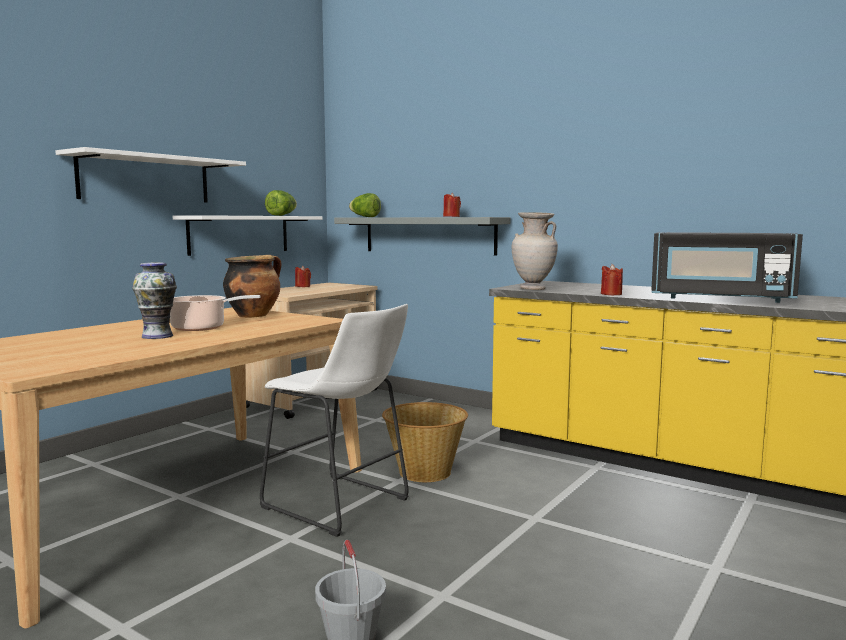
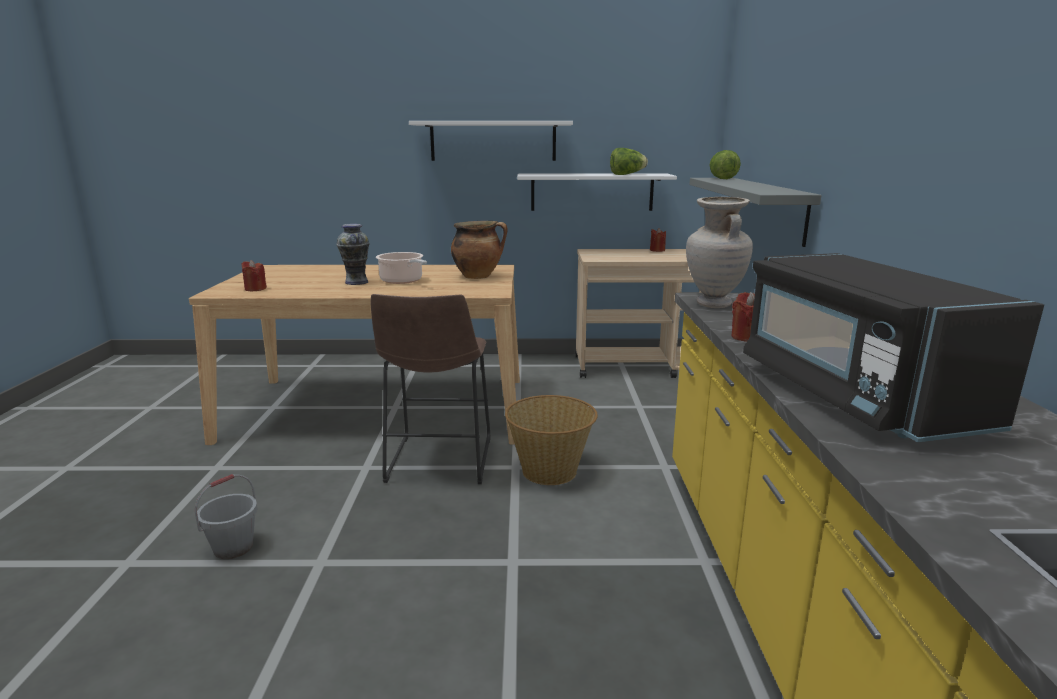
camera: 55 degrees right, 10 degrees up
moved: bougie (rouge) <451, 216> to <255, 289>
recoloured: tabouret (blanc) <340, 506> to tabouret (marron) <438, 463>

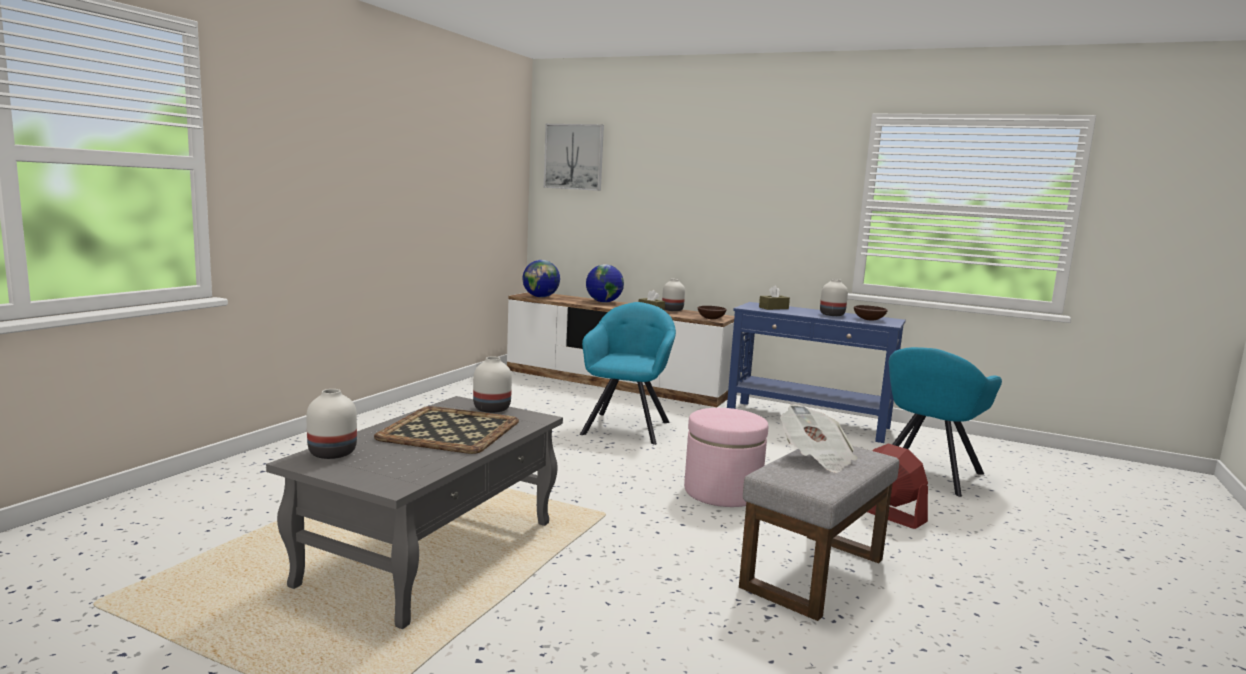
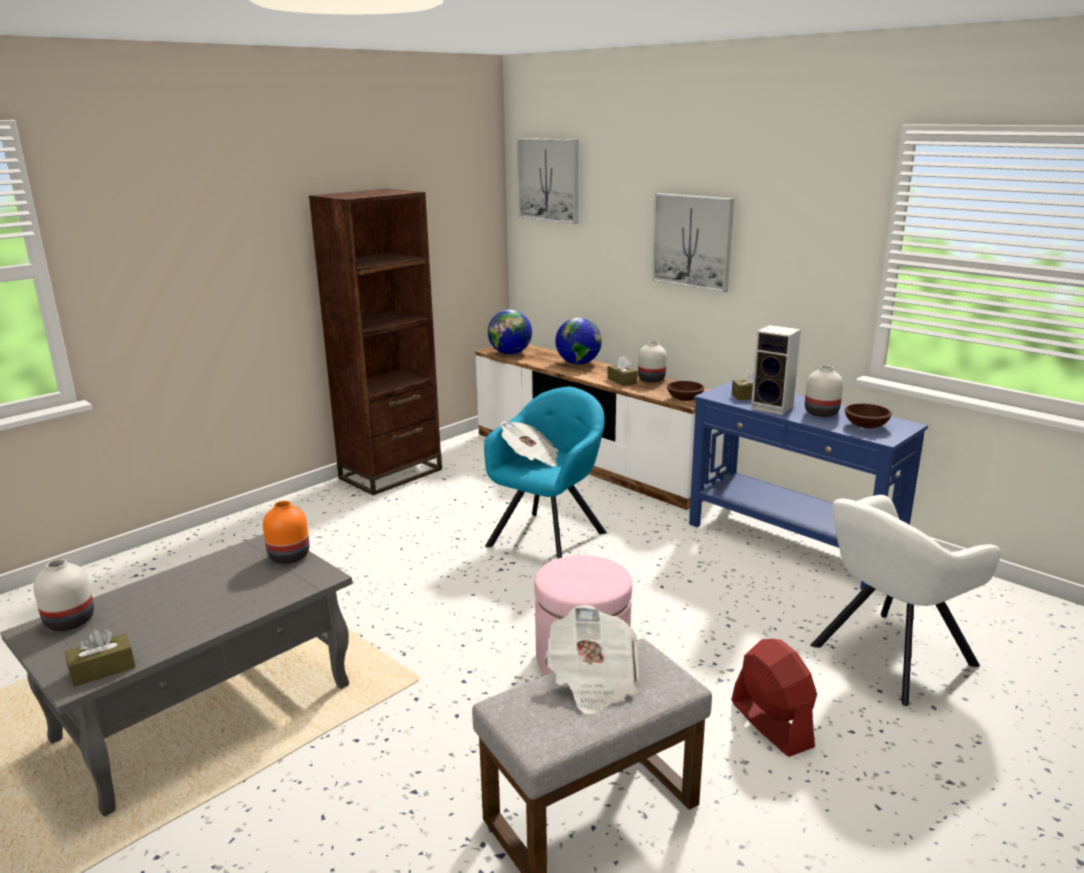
camera: 20 degrees right, 10 degrees up
removed: plateau <451, 430>
added: boîte à mouchoirs (marron) <103, 669>; bibliothèque (marron) <391, 474>; journal <531, 458>; tableau <692, 241>; enceinte <774, 407>
recoloured: vase (blanc) <490, 409> to vase (orange) <288, 556>; fauteuil (turquoise) <927, 474> to fauteuil (blanc) <889, 657>

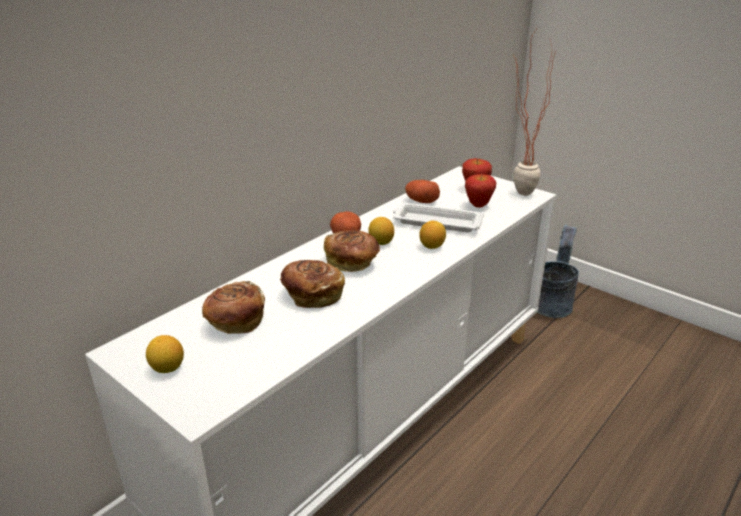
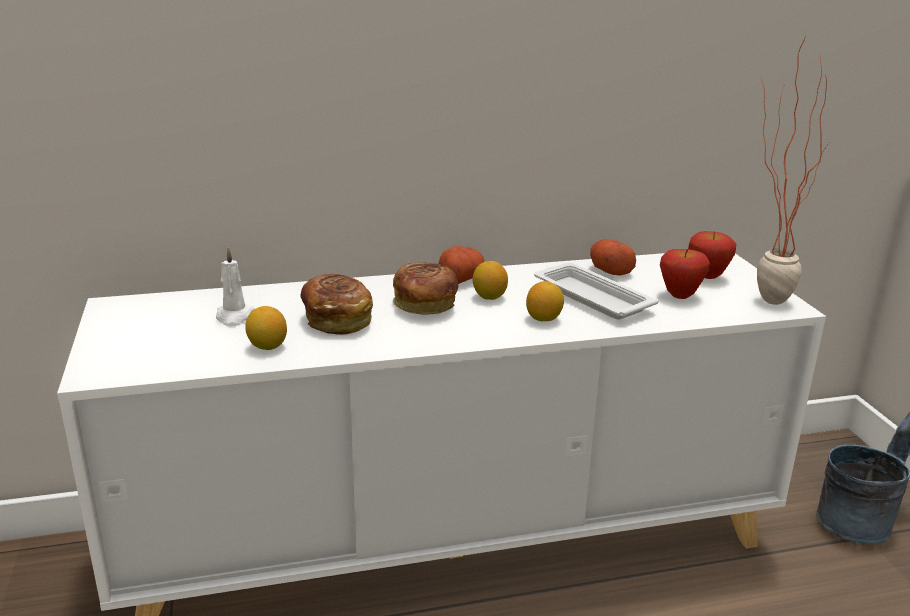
camera: 35 degrees right, 5 degrees down
moved: citron <167, 368> to <267, 346>
replaced: pain <236, 321> to bougie (blanc) <234, 317>

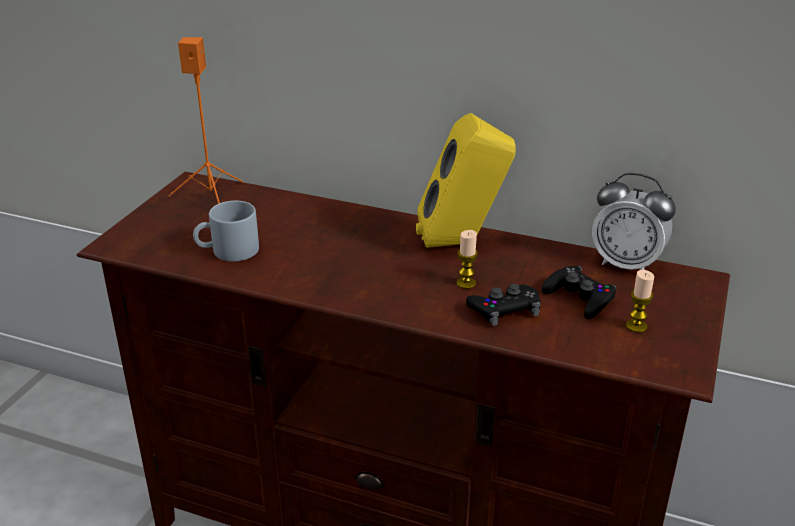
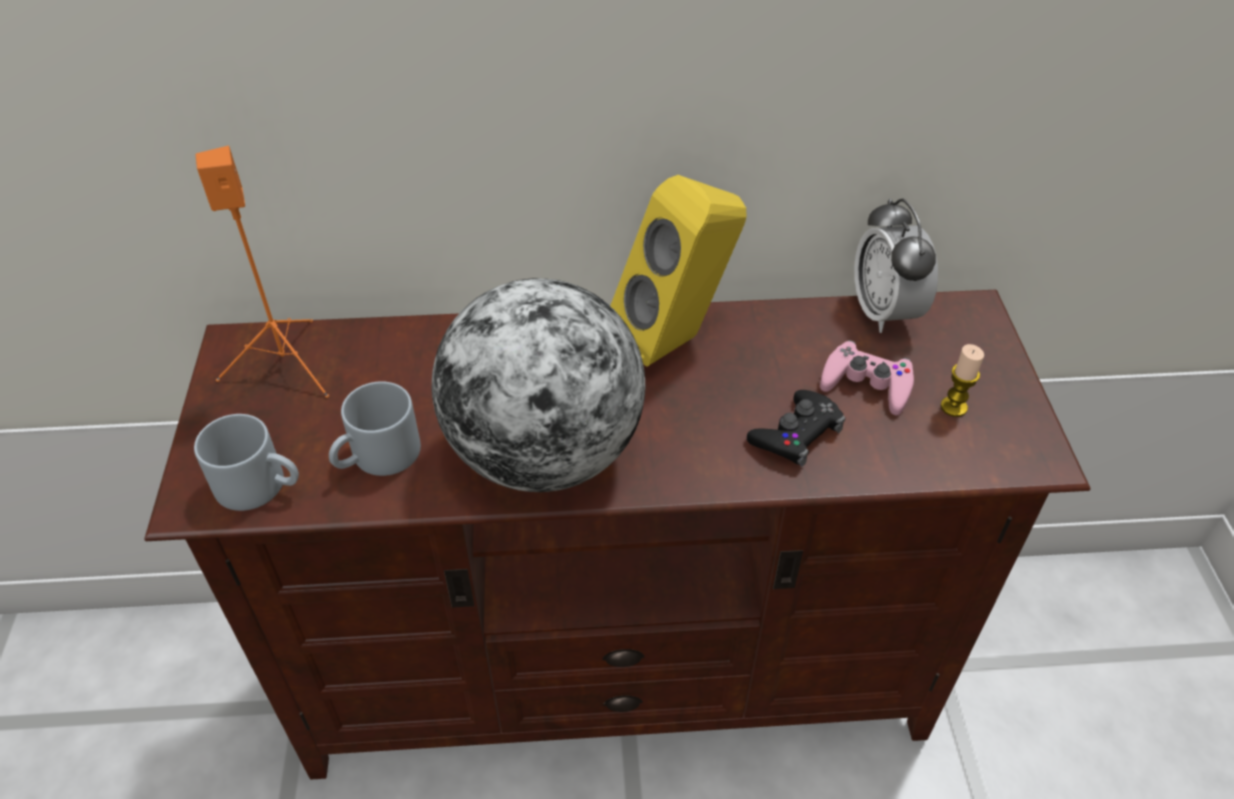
camera: 25 degrees left, 15 degrees up
removed: bougie <466, 283>
added: mug (gris) <261, 485>; globe <545, 454>
recoloured: manette (noir) <579, 298> to manette (rose) <866, 384>
turned: réveil <626, 264> = <884, 312> 75 degrees clockwise

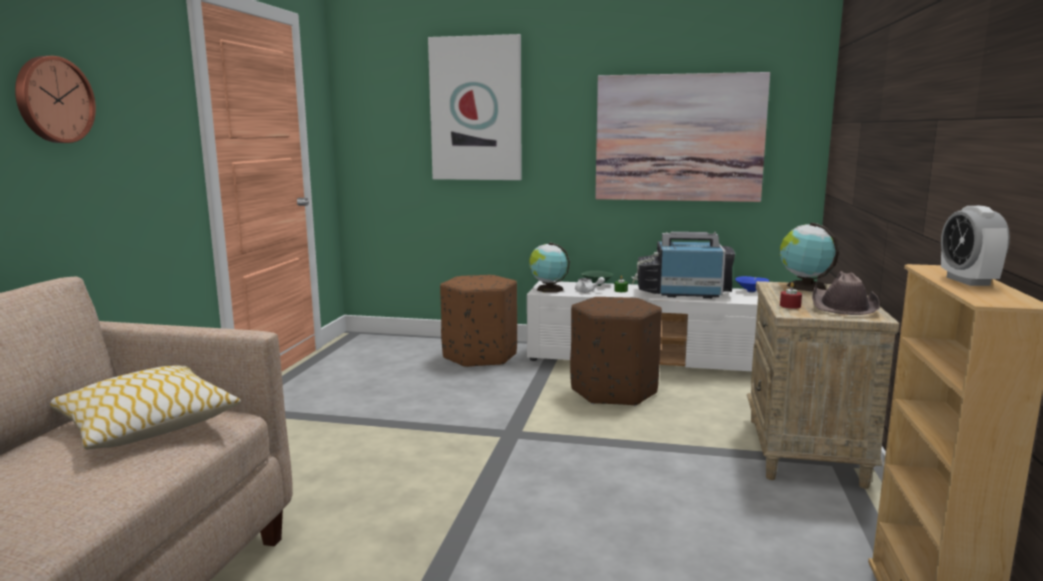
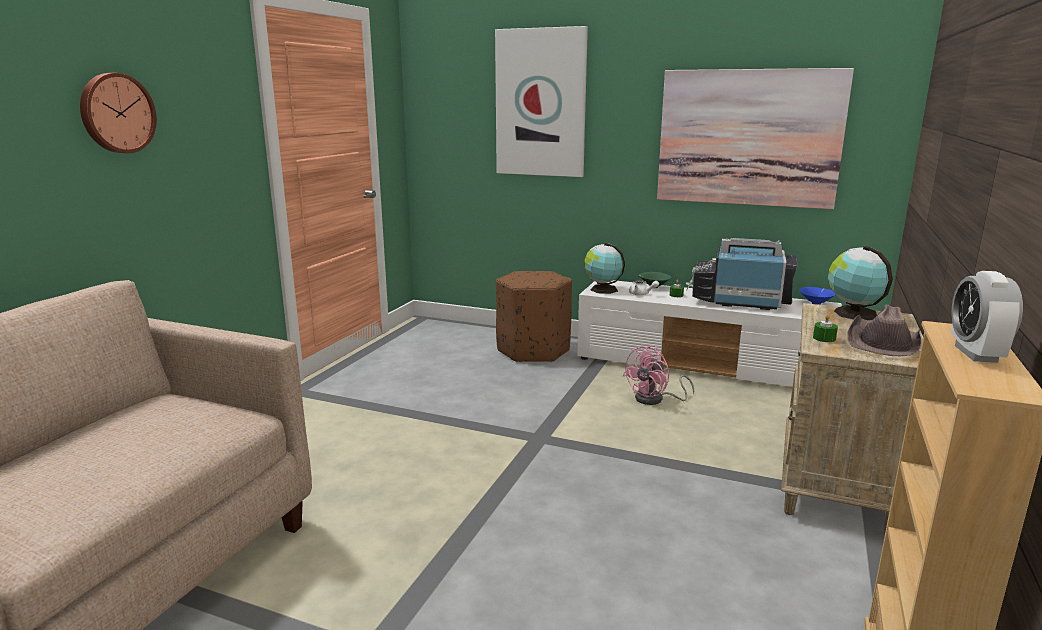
camera: 10 degrees right, 5 degrees up
removed: coussin <146, 424>
replaced: pouf (marron) <614, 391> to ventilateur (rose) <655, 399>
recoloured: bougie (rouge) <790, 306> to bougie (vert) <824, 338>

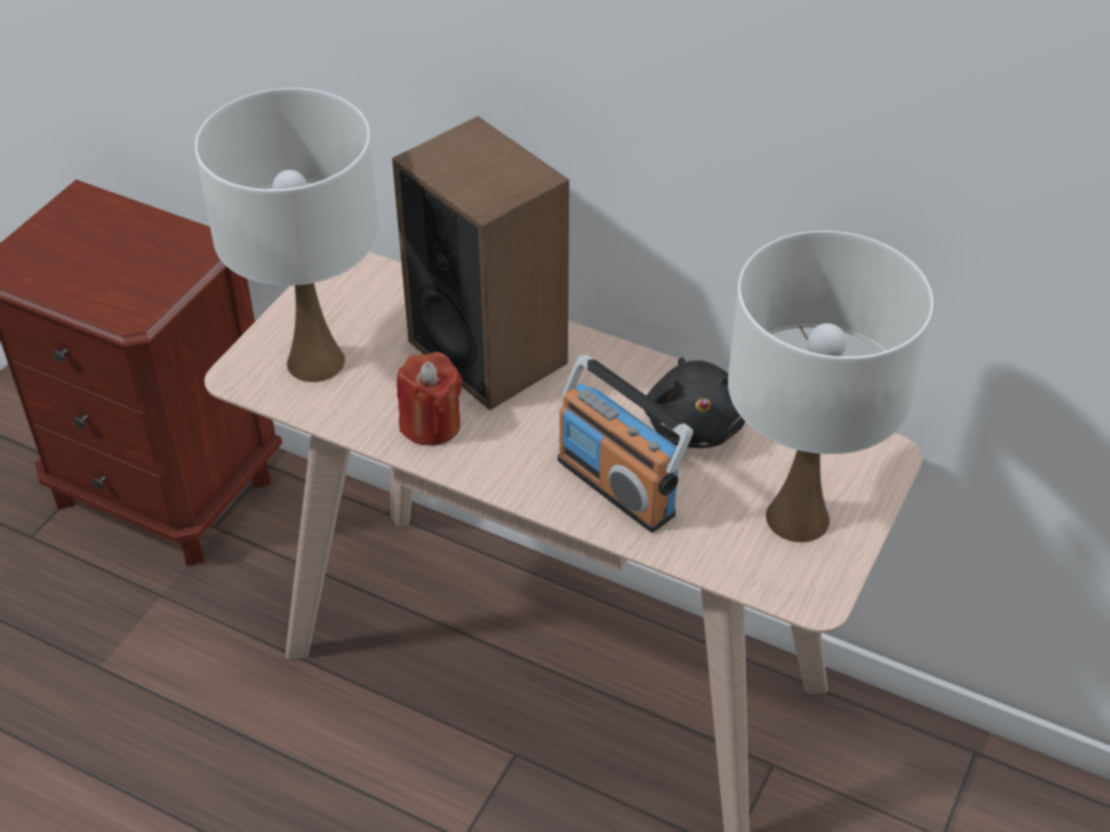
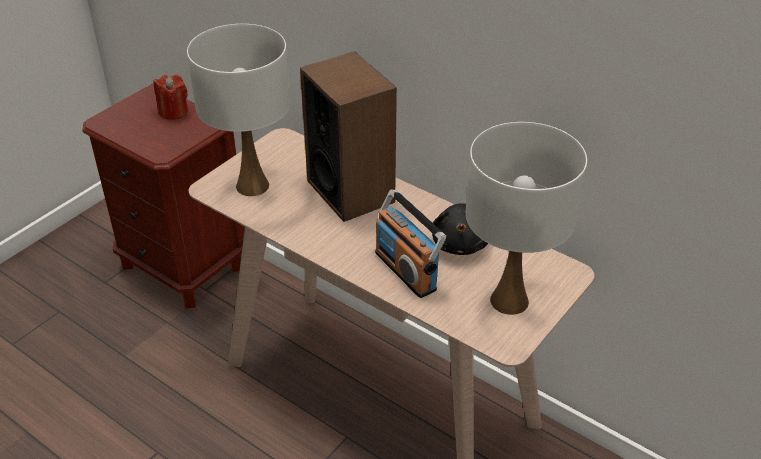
camera: 10 degrees right, 5 degrees down
moved: bougie (rouge) <431, 424> to <173, 112>

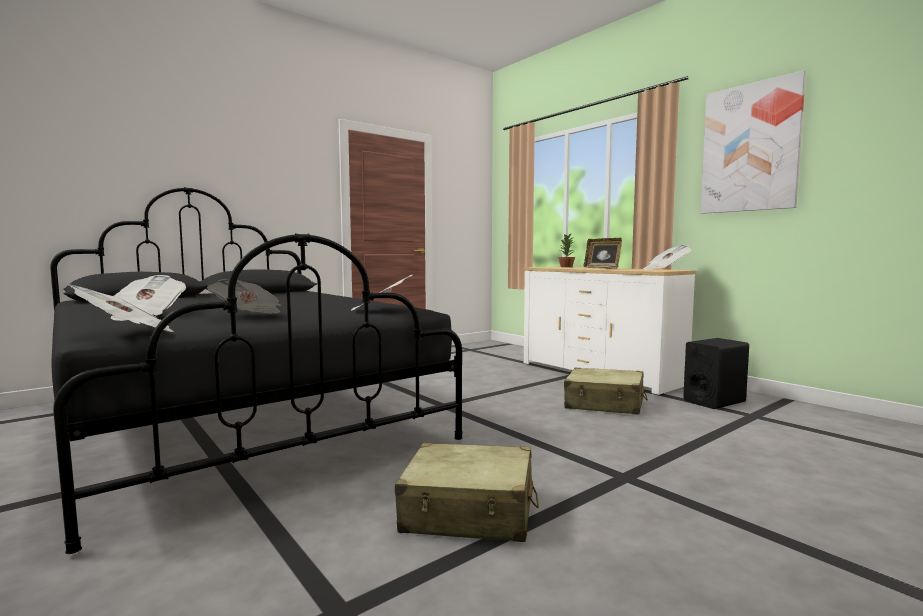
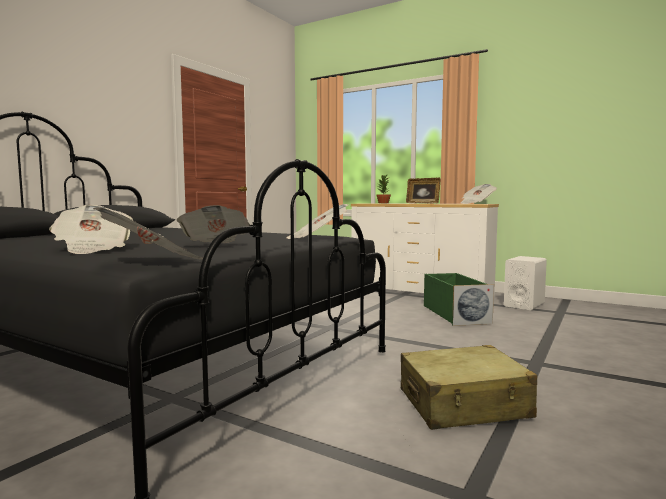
camera: 20 degrees left, 0 degrees up
removed: tableau <750, 148>
replaced: valise (beige) <604, 404> to boîte de rangement (vert) <454, 314>
recoloured: enceinte (noir) <714, 401> to enceinte (blanc) <524, 305>

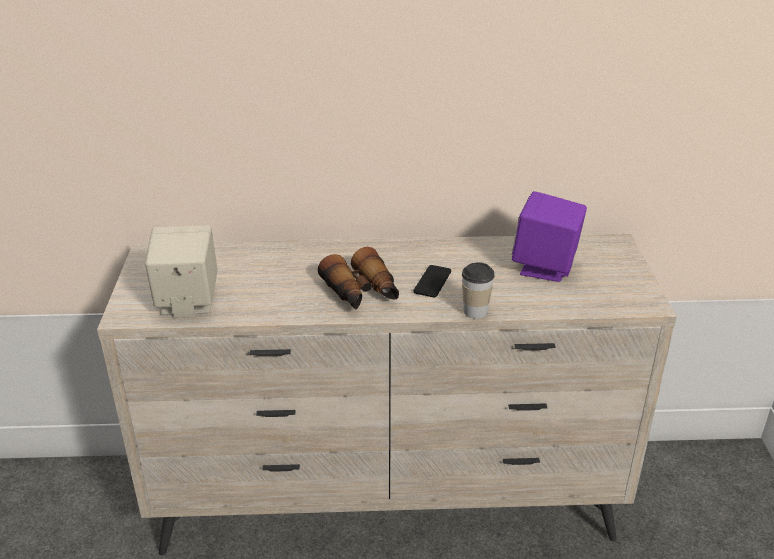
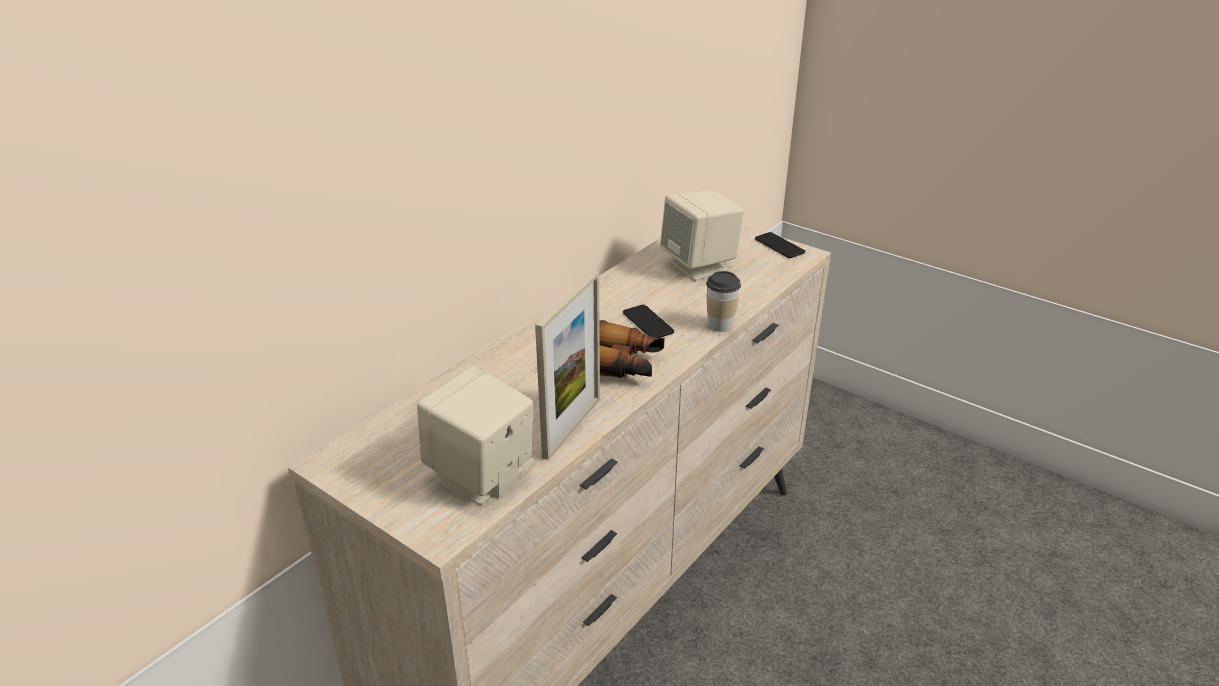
camera: 50 degrees left, 0 degrees up
added: cadre photo <572, 427>; téléphone <779, 246>
recoloured: enceinte (violet) <545, 267> to enceinte (beige) <699, 265>

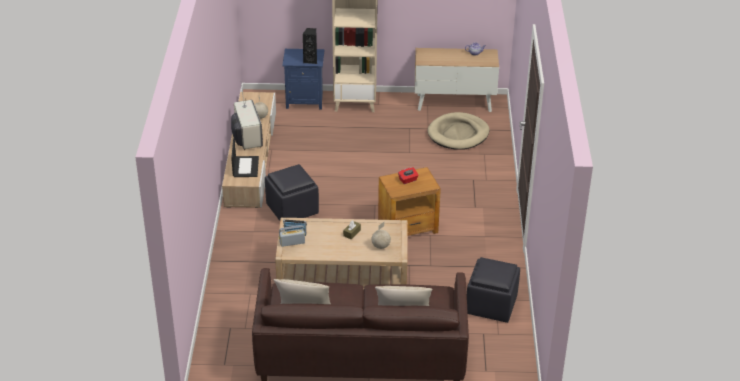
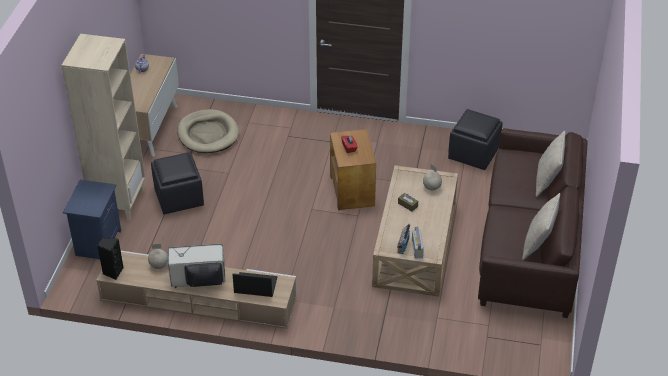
camera: 80 degrees left, 5 degrees up
moved: pouf (noir) <292, 209> to <179, 198>; enceinte (noir) <311, 60> to <112, 272>

